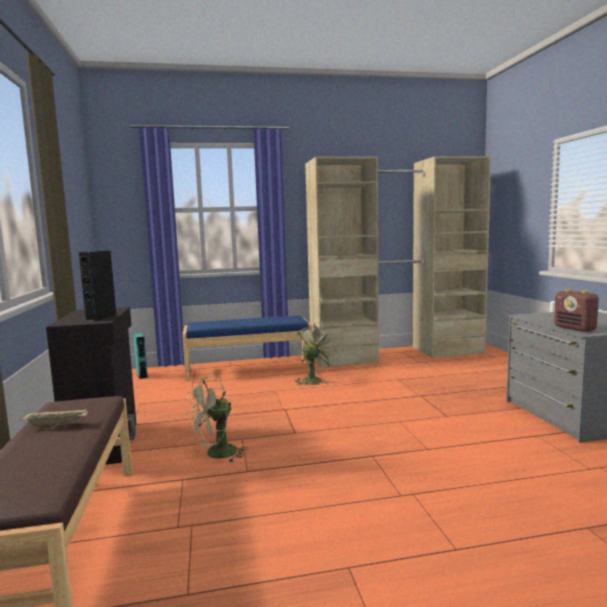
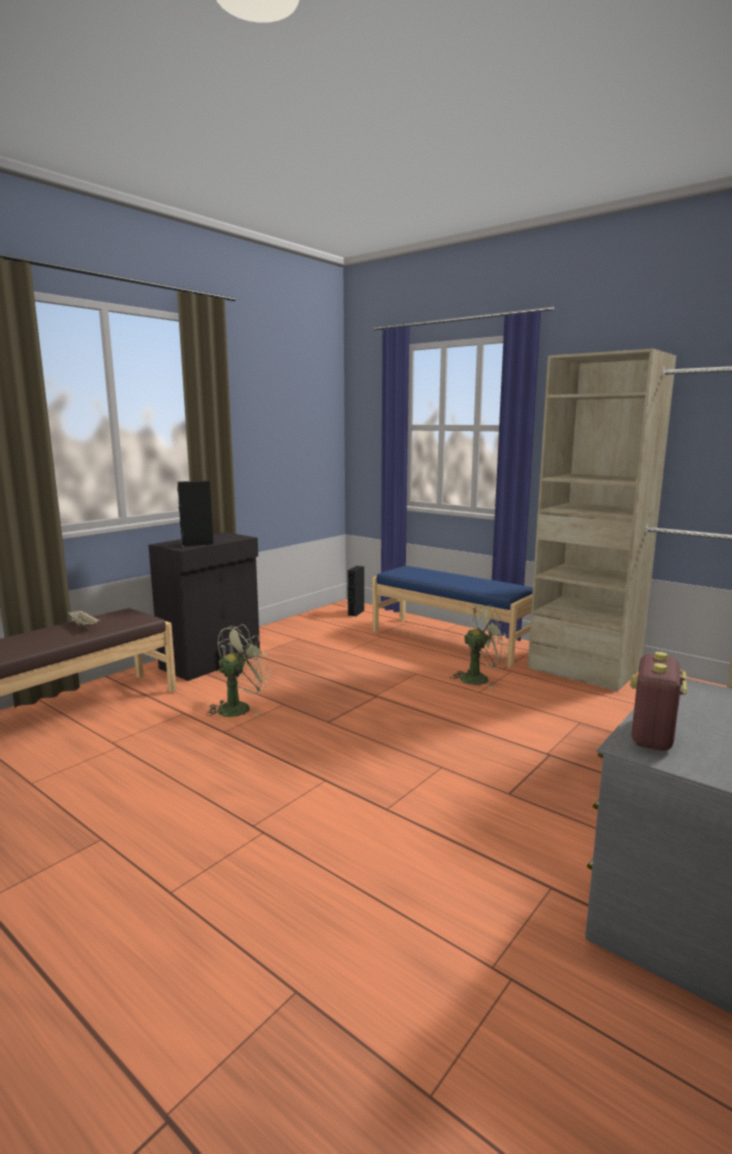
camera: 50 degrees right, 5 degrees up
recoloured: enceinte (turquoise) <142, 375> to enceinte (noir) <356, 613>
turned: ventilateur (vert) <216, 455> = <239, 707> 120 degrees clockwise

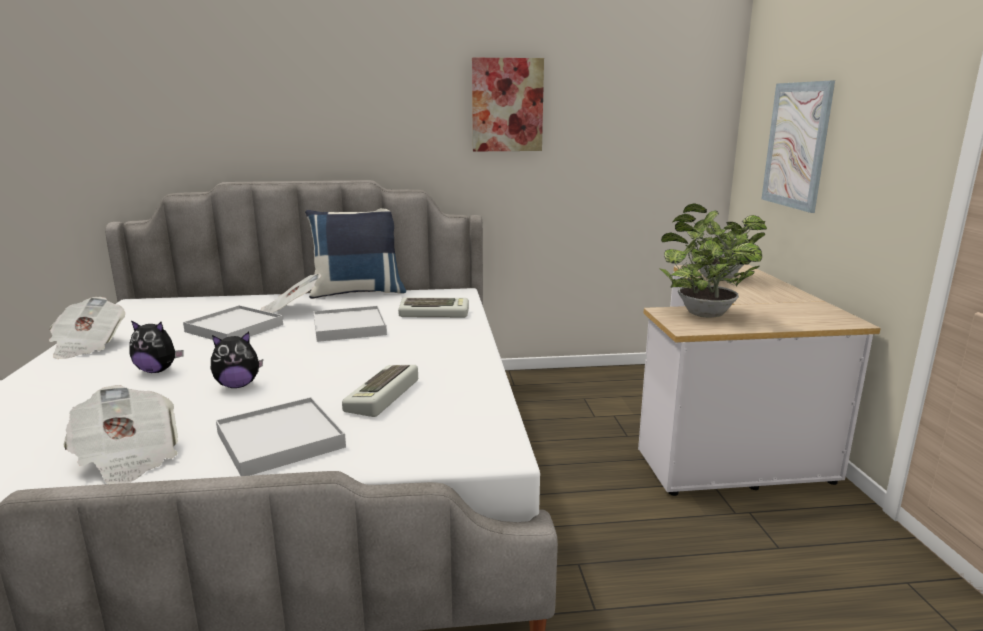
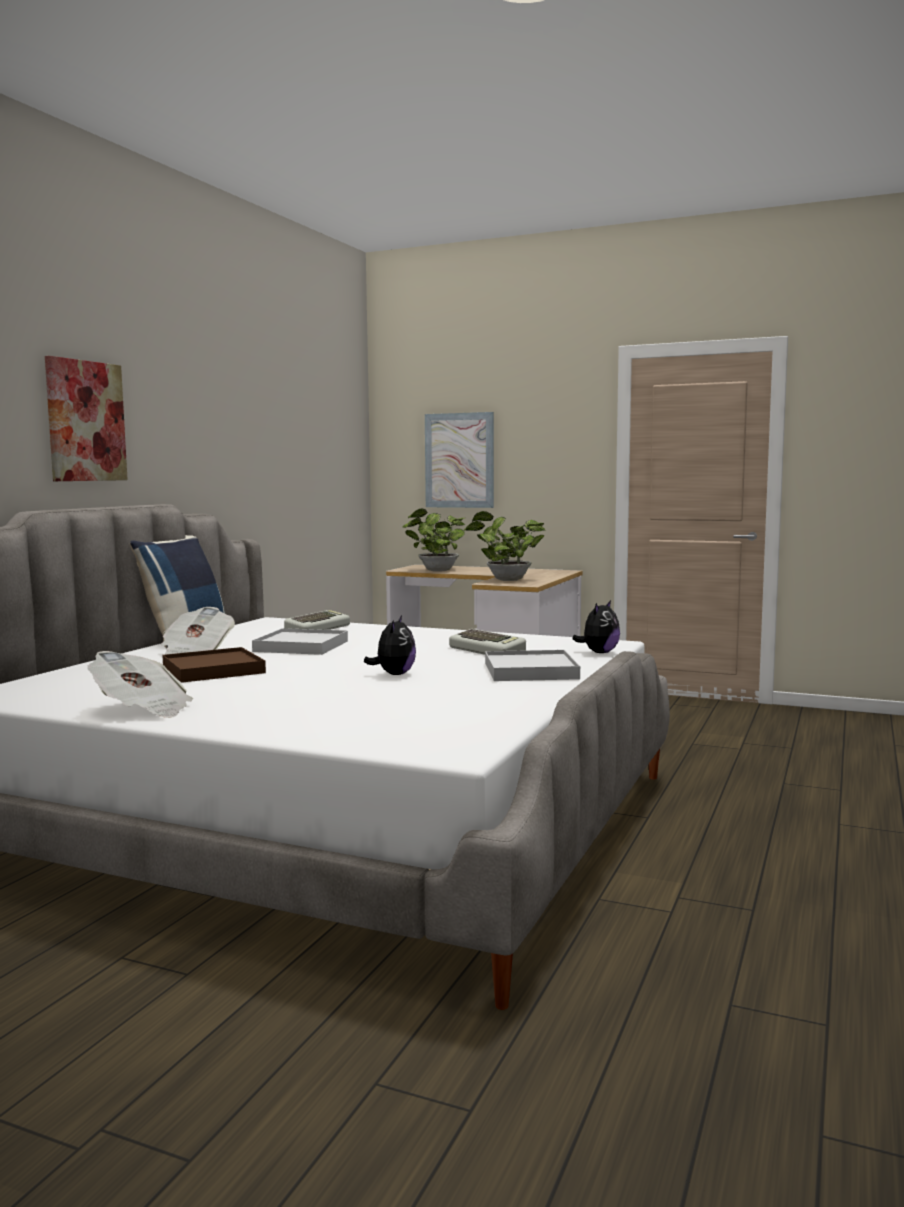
camera: 60 degrees left, 10 degrees down
removed: journal <128, 458>
moved: peluche <157, 370> to <599, 652>; tableau <507, 105> to <85, 421>
recoloured: plateau (blanc) <234, 328> to plateau (marron) <213, 670>

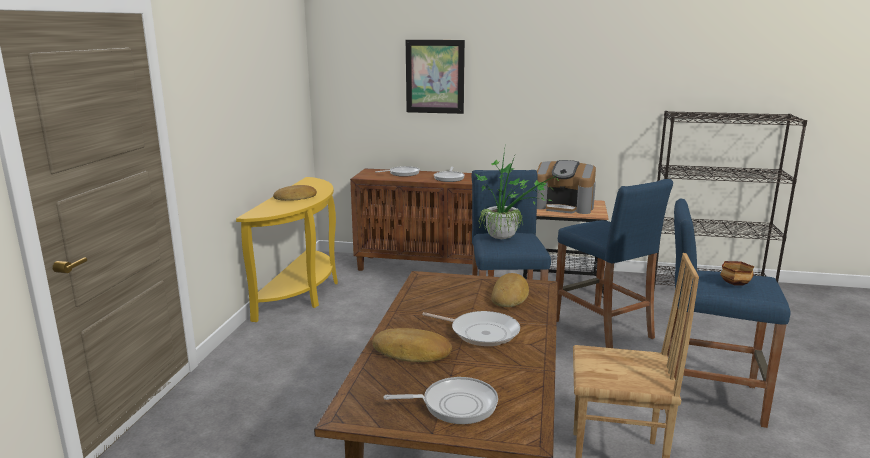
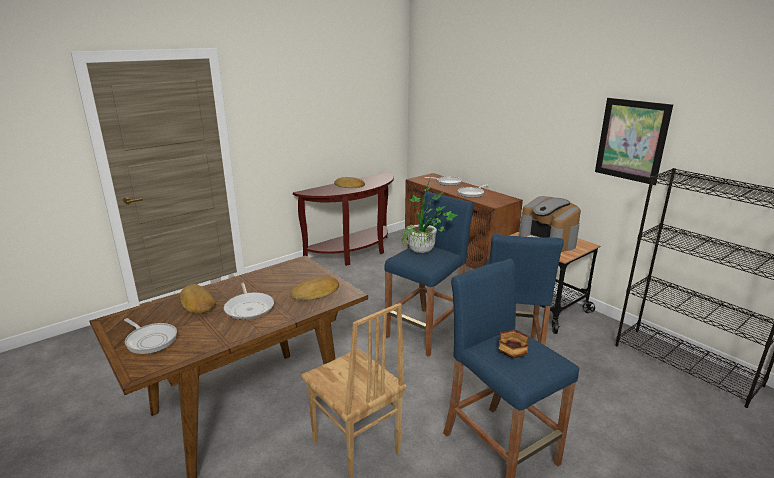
camera: 40 degrees right, 5 degrees up
moved: tableau <435, 76> to <631, 140>
recoloured: table console (jaune) <302, 292> to table console (marron) <354, 253>

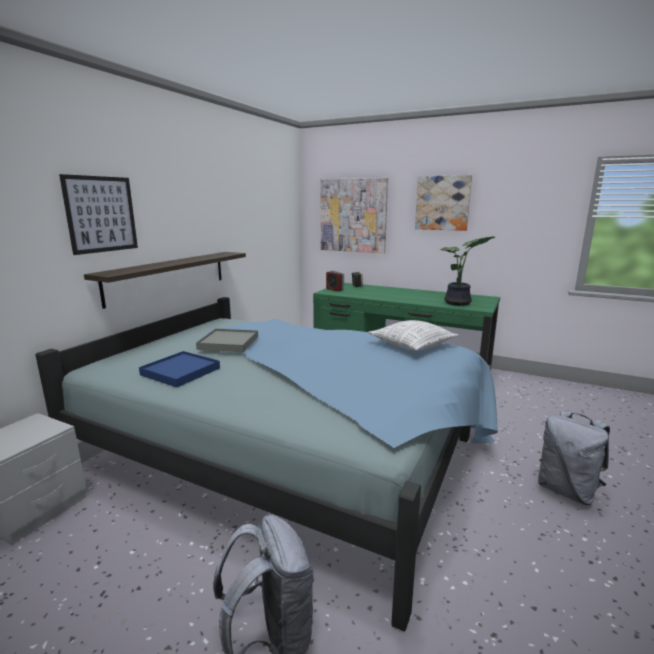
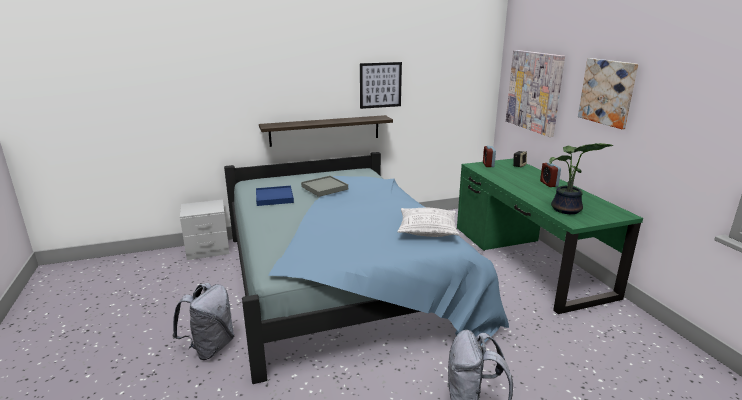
camera: 45 degrees right, 5 degrees up
added: réveil <548, 184>
moved: tableau <101, 214> to <380, 85>

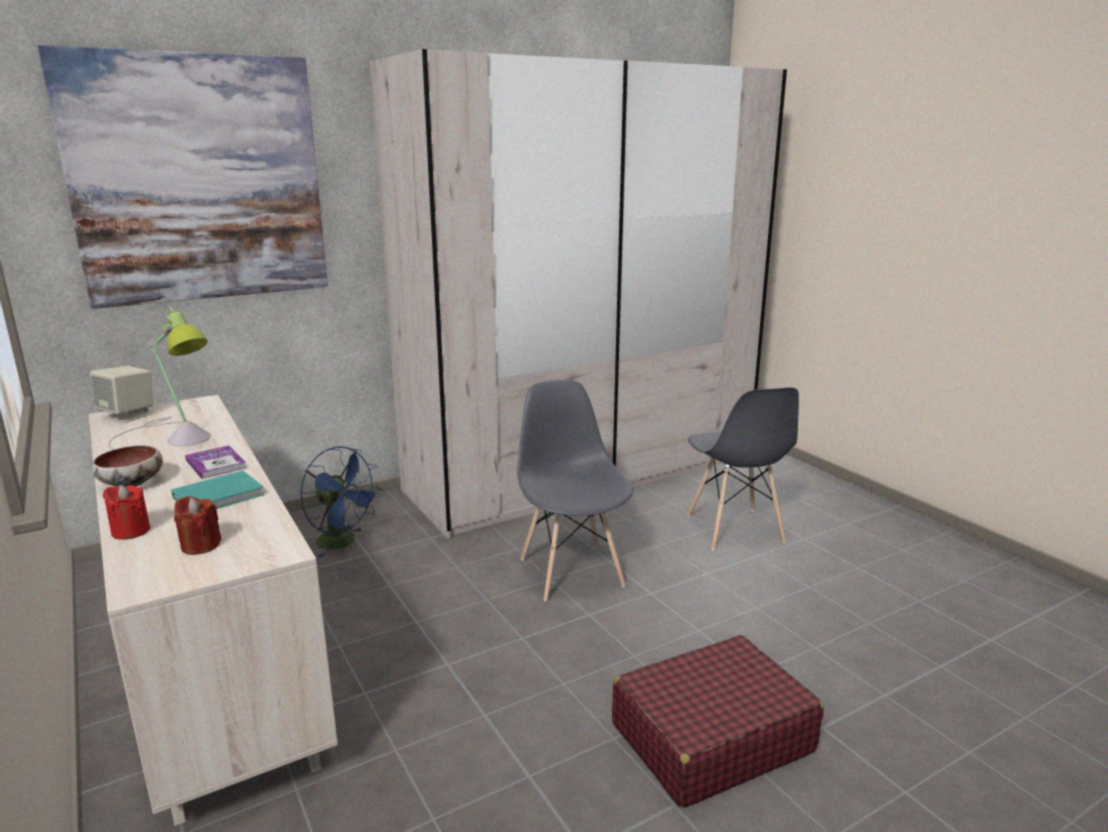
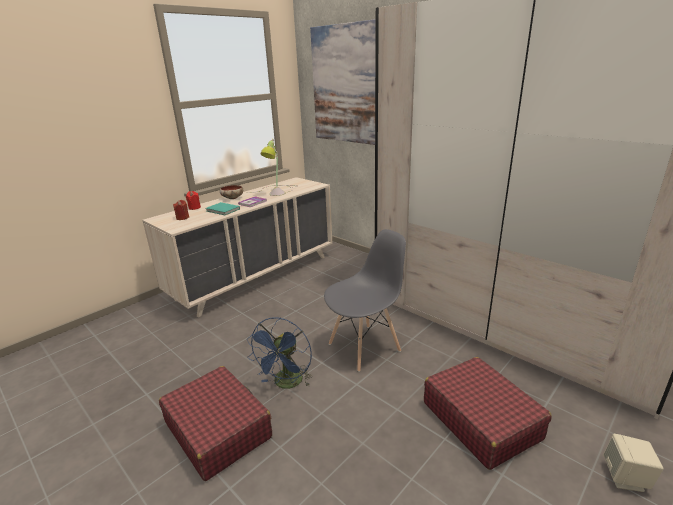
camera: 75 degrees right, 5 degrees up
moved: enceinte (beige) <128, 416> to <625, 478>; ventilateur (bleu) <343, 542> to <286, 384>
replaced: chaise (gris) <734, 529> to valise (rouge) <480, 420>

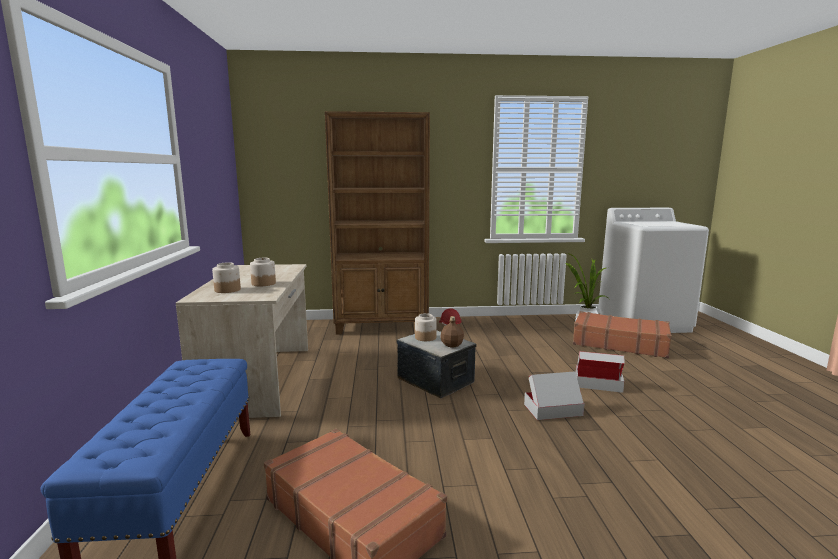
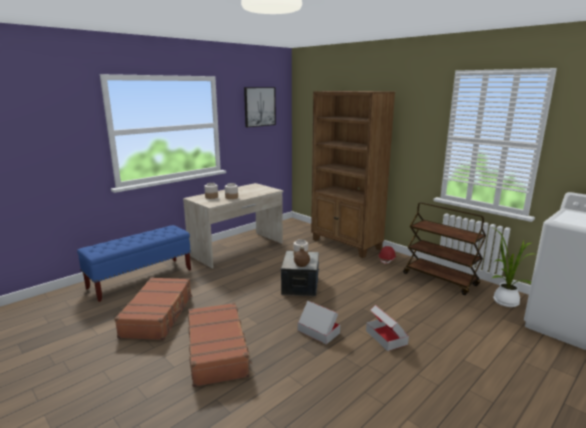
camera: 50 degrees right, 5 degrees up
added: tableau <259, 106>; chariot (marron) <440, 279>
moved: valise (marron) <619, 343> to <218, 350>

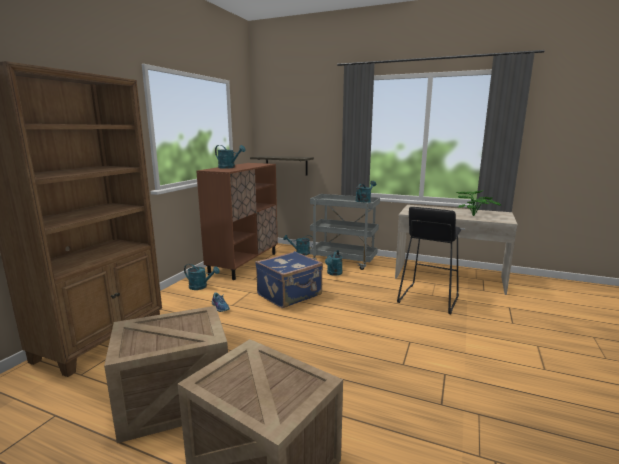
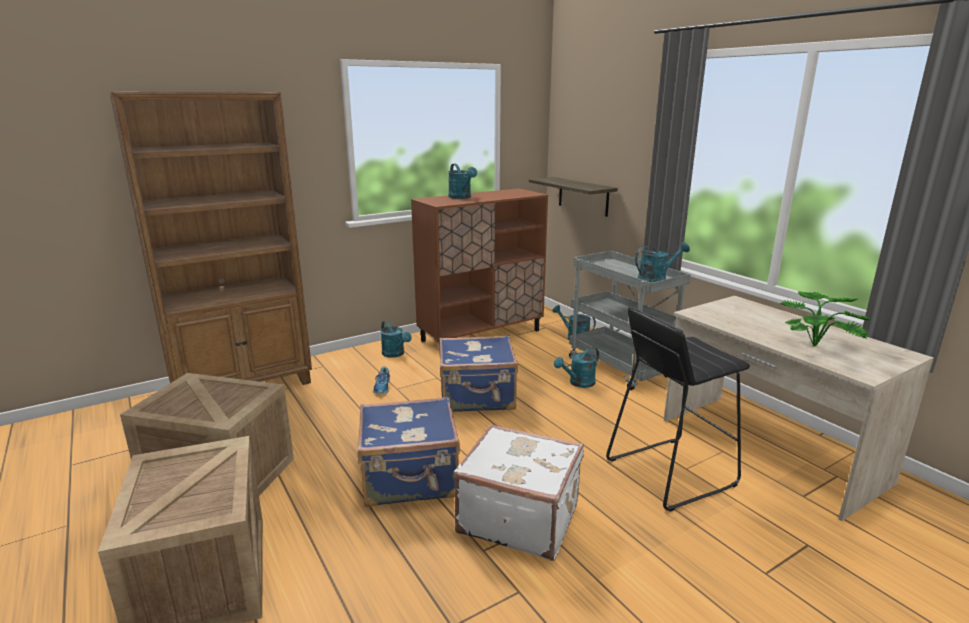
camera: 35 degrees right, 5 degrees up
added: valise (bleu) <411, 479>; valise (blanc) <519, 517>

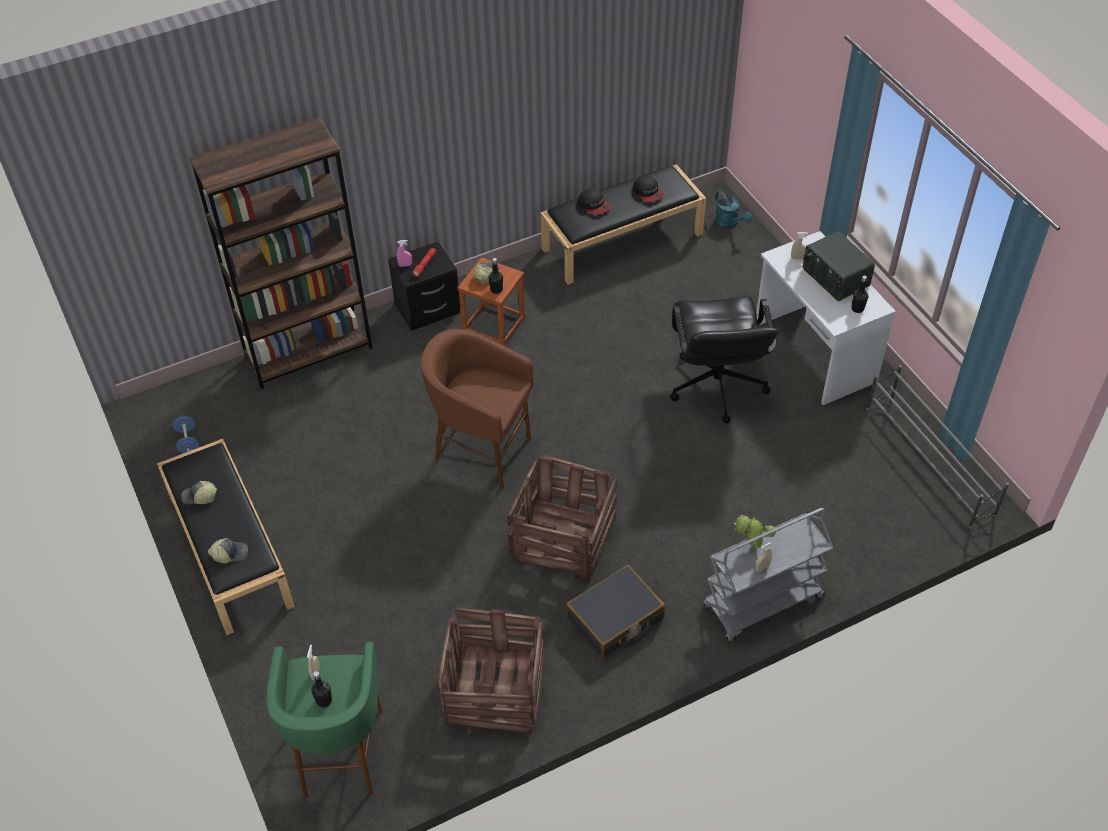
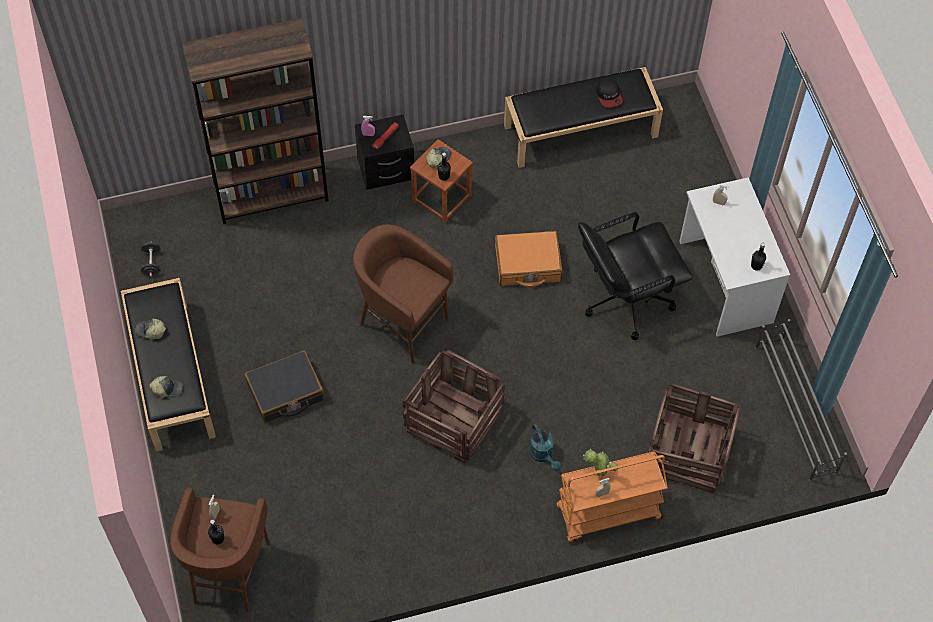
camera: 10 degrees right, 10 degrees up
removed: casquette <594, 205>; radio <834, 278>
added: valise (orange) <527, 264>
moved: caisse <494, 691> to <687, 453>; valise (noir) <615, 619> to <285, 392>; arrosoir (turquoise) <729, 223> to <543, 455>
recoloured: haltère (bleu) <187, 441> to haltère (noir) <152, 264>; tabouret (vert) <340, 754> to tabouret (marron) <229, 573>; chariot (gris) <762, 603> to chariot (orange) <608, 514>
turned: chaise de bureau (noir) <716, 386> = <626, 299> 60 degrees clockwise

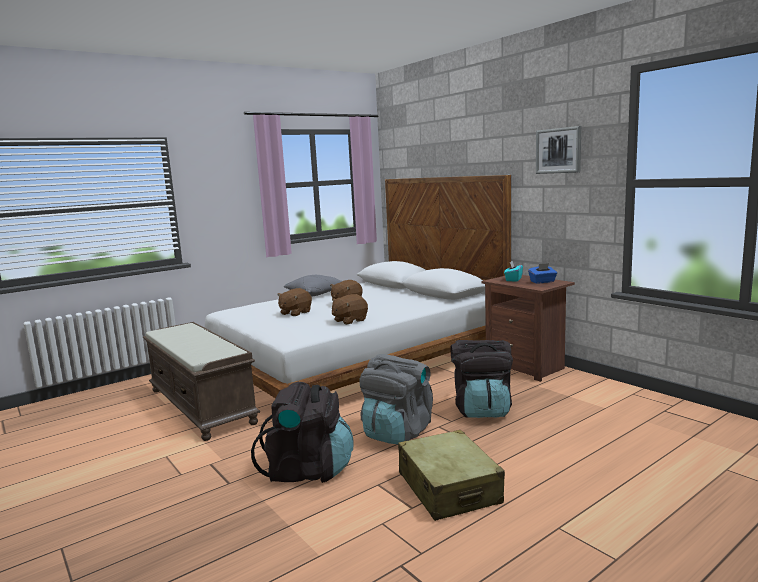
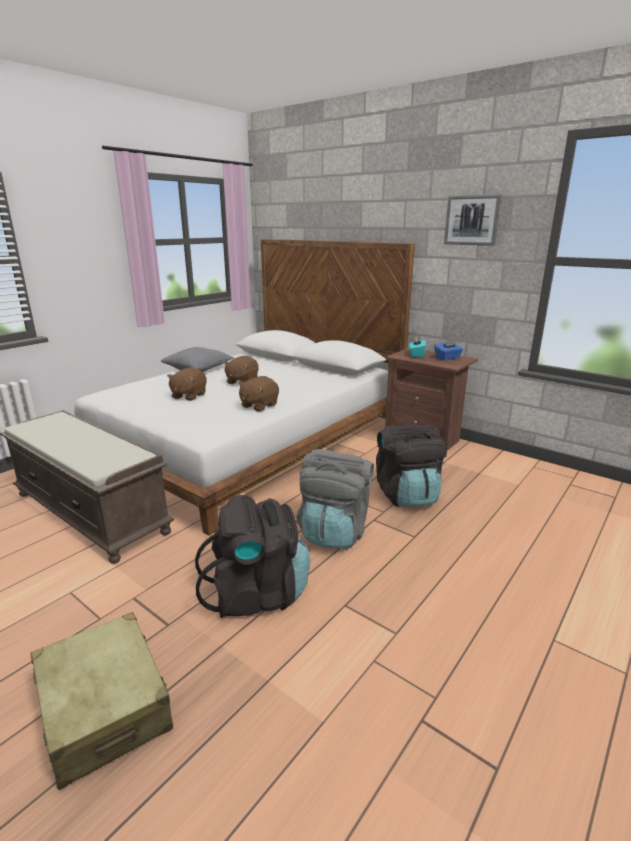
camera: 15 degrees left, 10 degrees up
moved: valise (beige) <449, 488> to <105, 707>

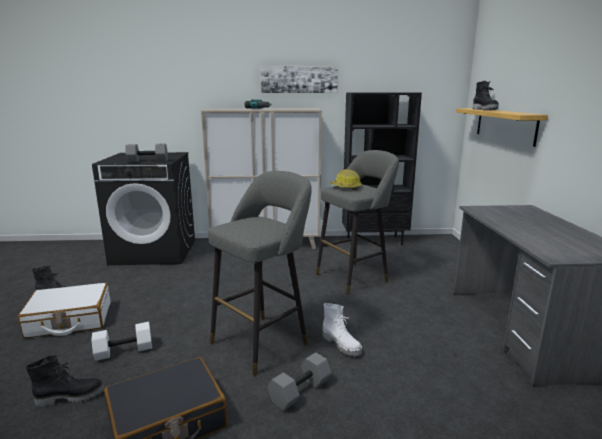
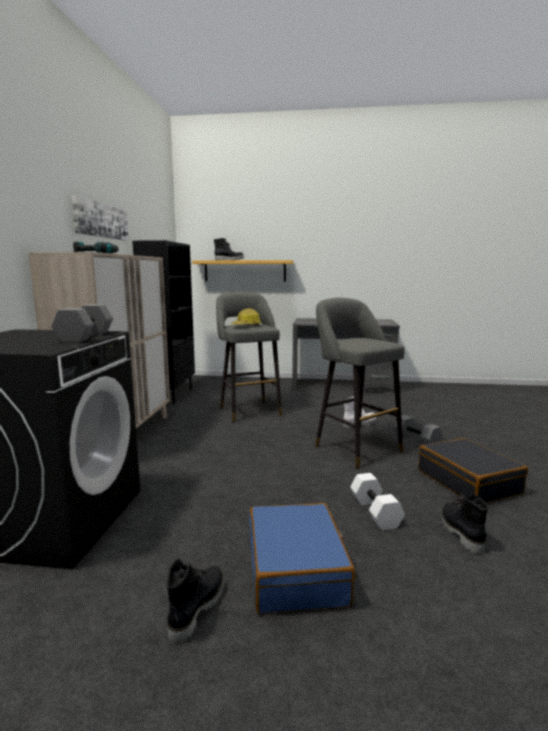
camera: 80 degrees left, 5 degrees down
recoloured: valise (blanc) <70, 320> to valise (bleu) <296, 570>

